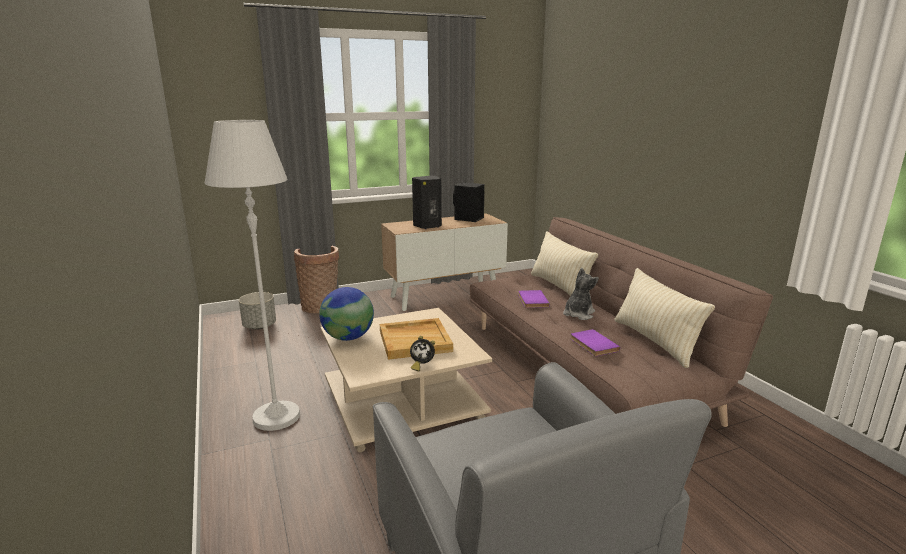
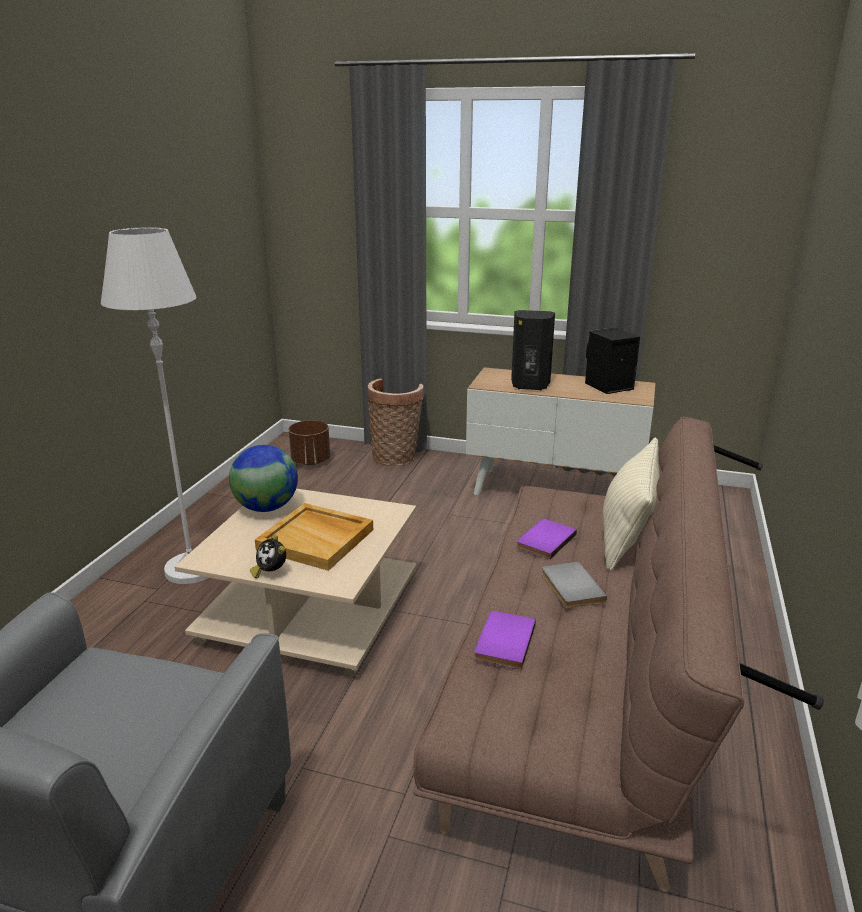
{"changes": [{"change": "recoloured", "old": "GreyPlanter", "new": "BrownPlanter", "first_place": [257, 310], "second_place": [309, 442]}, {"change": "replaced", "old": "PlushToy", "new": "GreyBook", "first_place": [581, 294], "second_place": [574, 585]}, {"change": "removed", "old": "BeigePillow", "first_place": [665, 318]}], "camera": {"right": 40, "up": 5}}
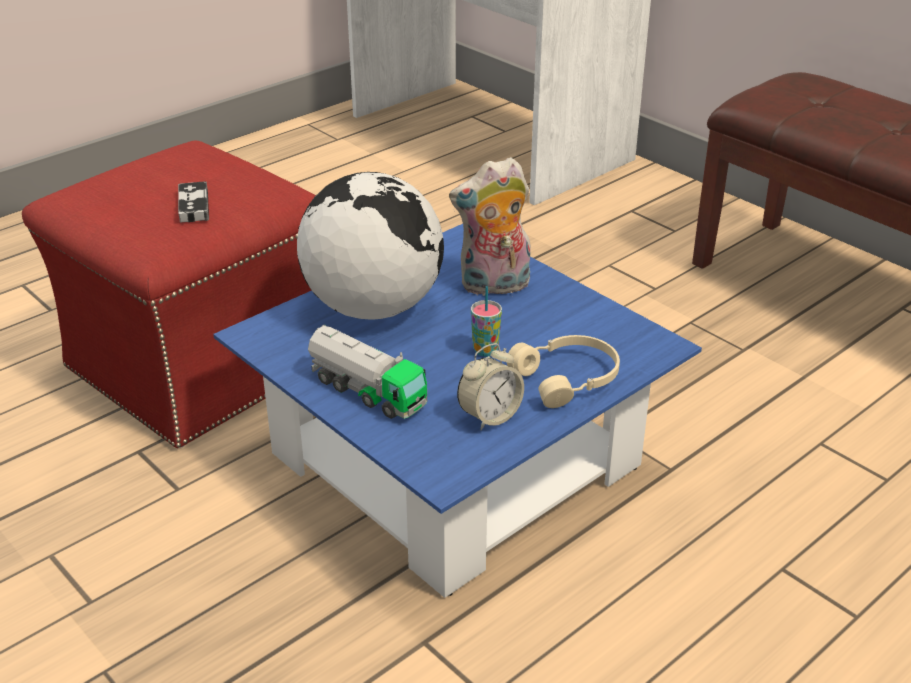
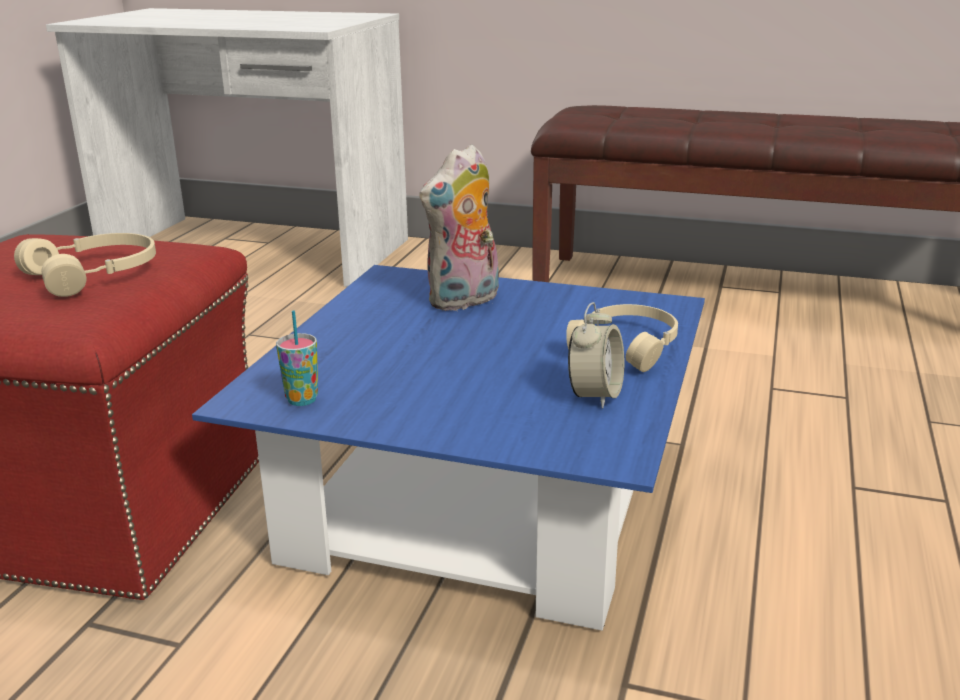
{"changes": [{"change": "replaced", "old": "GameController", "new": "BeigeHeadphones", "first_place": [193, 201], "second_place": [85, 265]}, {"change": "removed", "old": "Globe", "first_place": [370, 246]}, {"change": "removed", "old": "ToyTruck", "first_place": [367, 372]}, {"change": "moved", "old": "Cup", "first_place": [486, 321], "second_place": [297, 358]}], "camera": {"right": -30, "up": -10}}
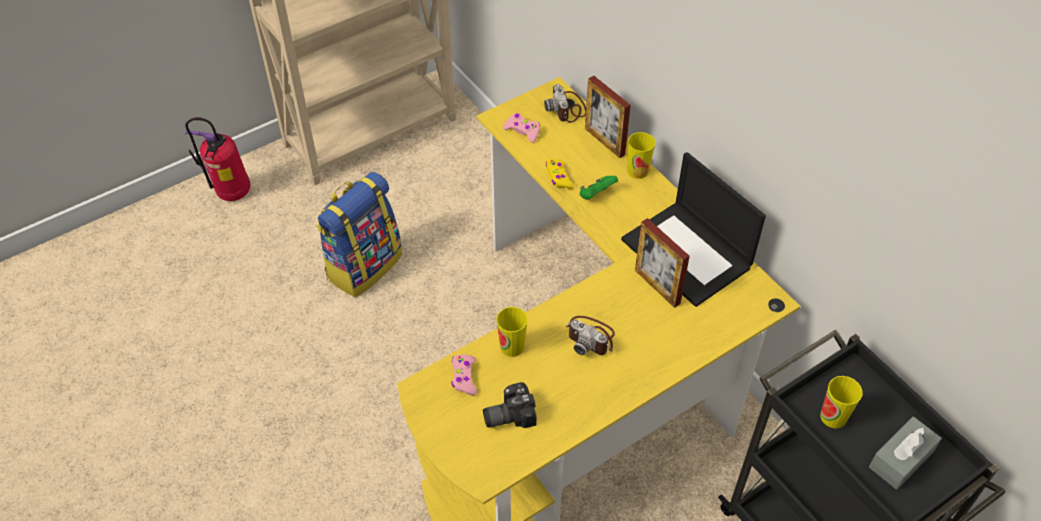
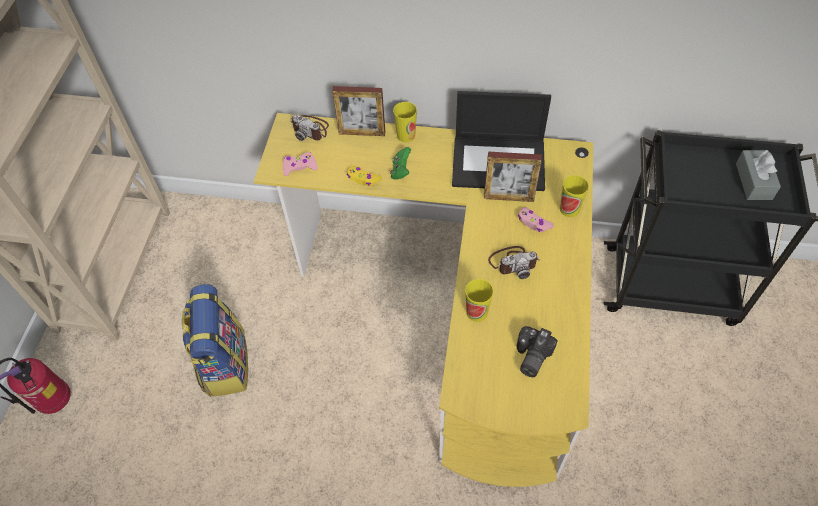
{"changes": [{"change": "moved", "old": "PinkGameController", "first_place": [464, 374], "second_place": [536, 219]}, {"change": "moved", "old": "Cup", "first_place": [841, 402], "second_place": [574, 196]}], "camera": {"right": -45, "up": 5}}
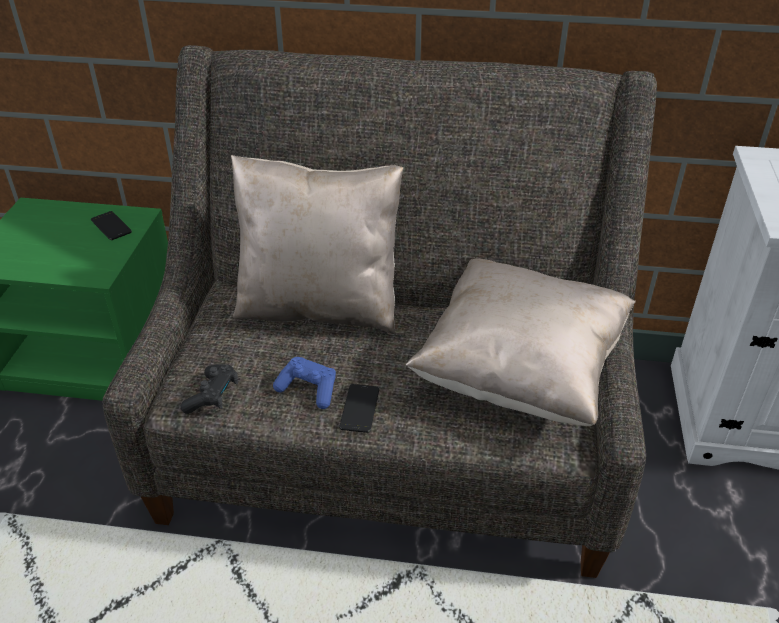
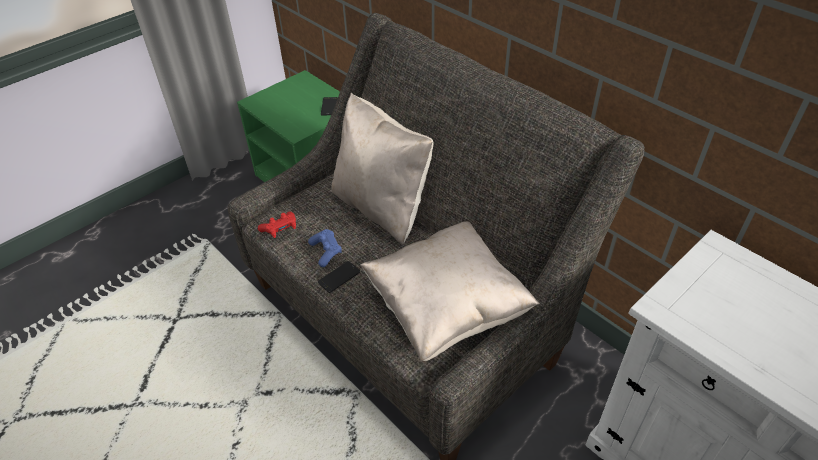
{"changes": [{"change": "recoloured", "old": "BlackGameController", "new": "RedGameController", "first_place": [209, 389], "second_place": [277, 225]}], "camera": {"right": 40, "up": 5}}
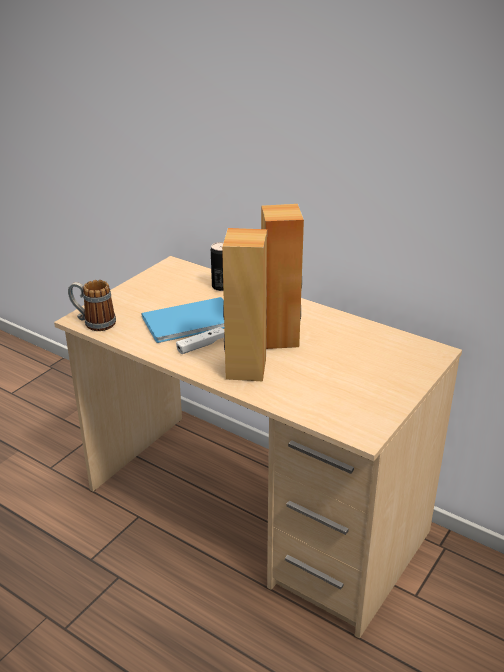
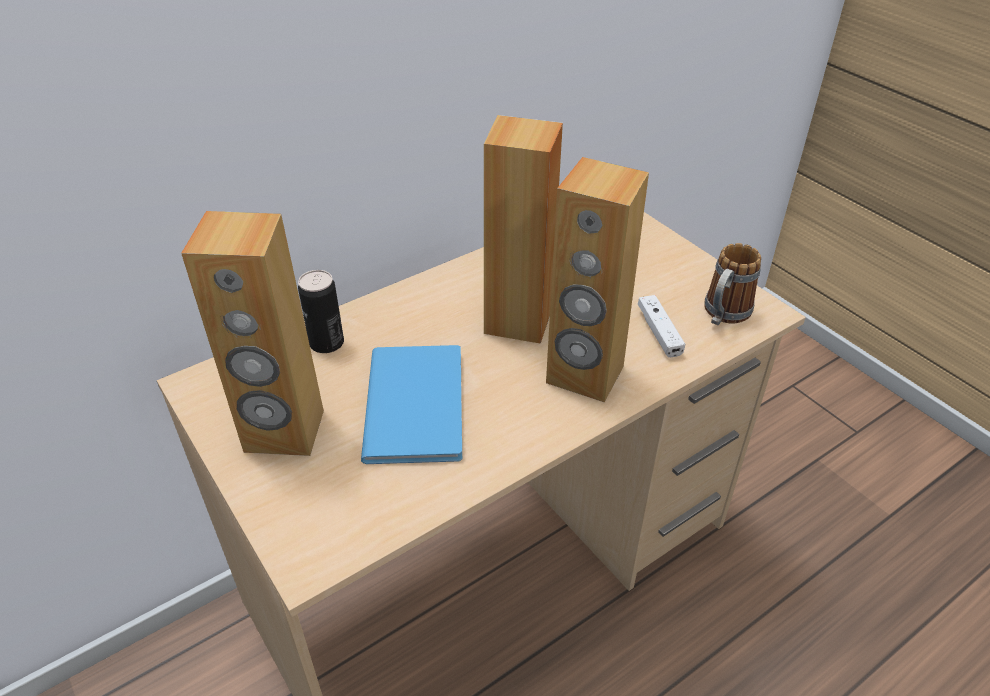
{"changes": [{"change": "moved", "old": "Mug", "first_place": [92, 305], "second_place": [732, 284]}, {"change": "moved", "old": "WhiteGameController", "first_place": [200, 340], "second_place": [661, 326]}, {"change": "added", "new": "BrownSpeaker", "second_place": [252, 333]}], "camera": {"right": -70, "up": 10}}
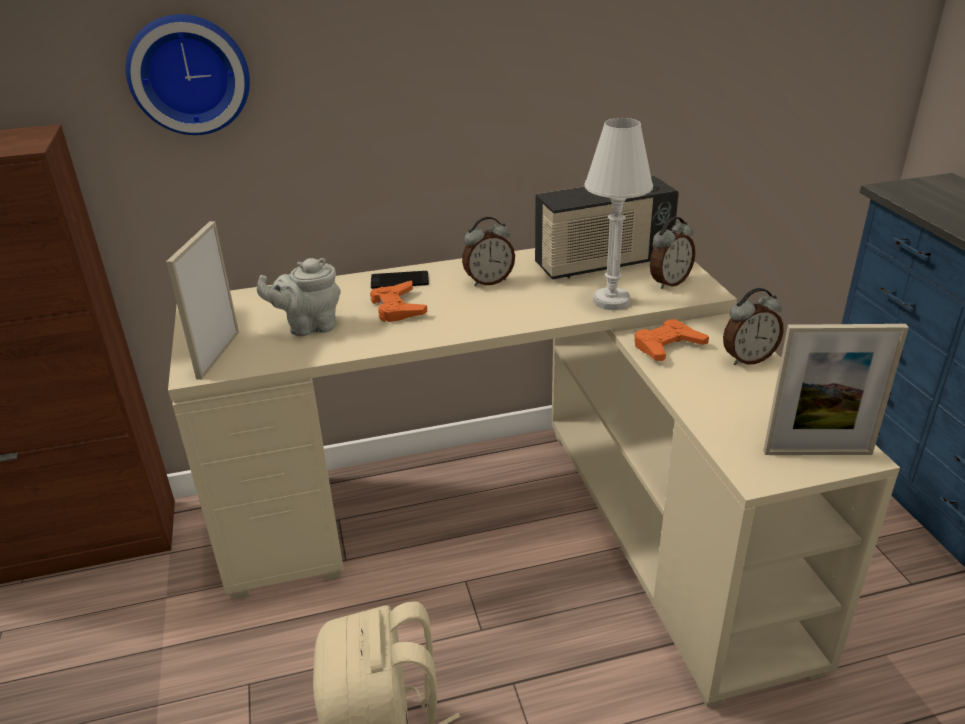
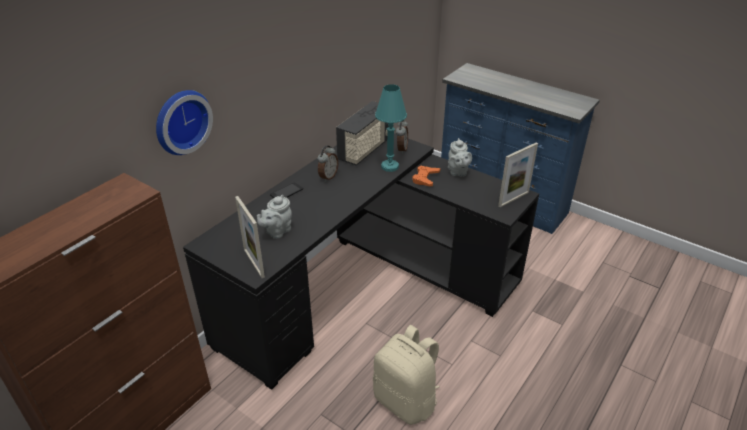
{"changes": [{"change": "recoloured", "old": "BeigeDesk", "new": "BlackDesk", "first_place": [534, 477], "second_place": [361, 262]}, {"change": "removed", "old": "OrangeGameController", "first_place": [398, 301]}, {"change": "recoloured", "old": "WhiteTableLamp", "new": "TurquoiseTableLamp", "first_place": [618, 214], "second_place": [391, 128]}, {"change": "replaced", "old": "AlarmClock", "new": "GreyTeapot", "first_place": [753, 326], "second_place": [460, 157]}], "camera": {"right": -40, "up": 5}}
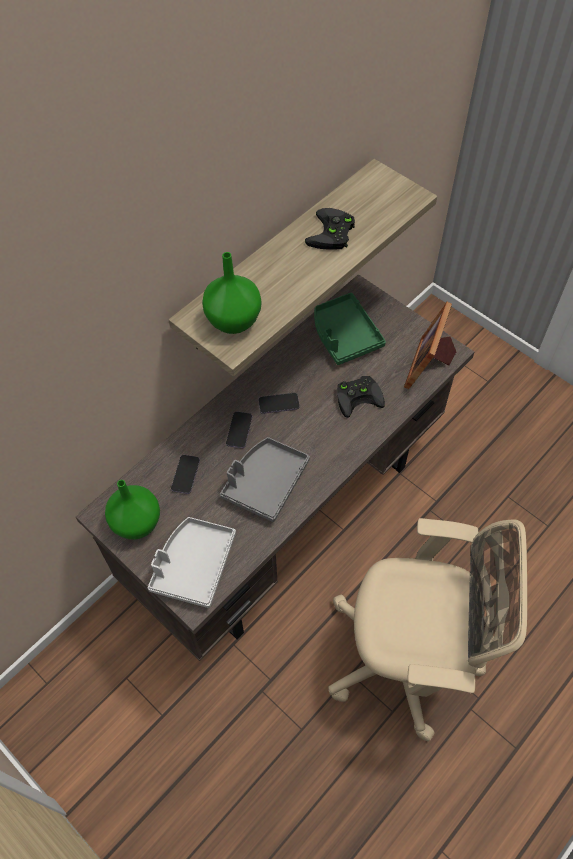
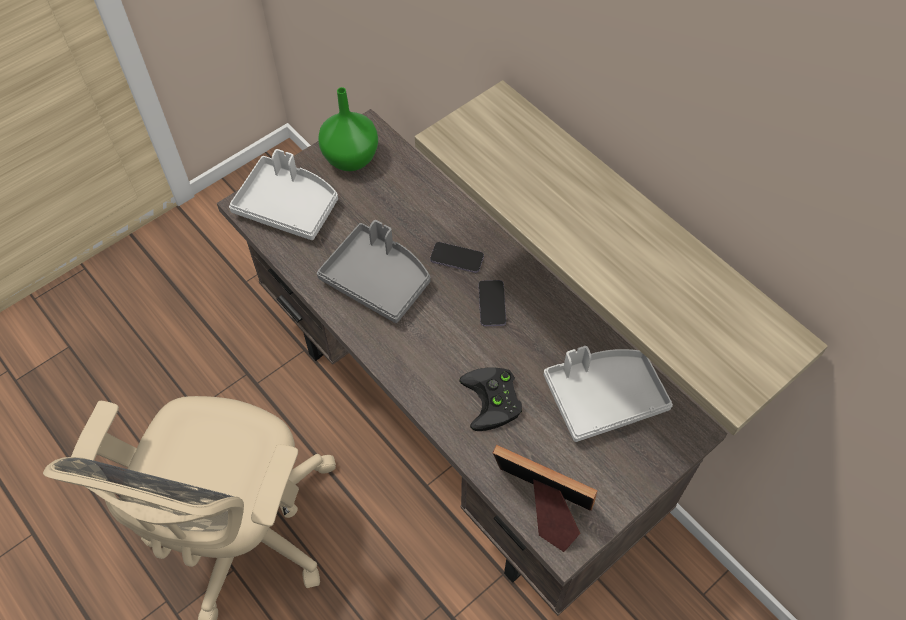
{"changes": [{"change": "removed", "old": "Phone", "first_place": [185, 474]}, {"change": "removed", "old": "GreenVase", "first_place": [231, 293]}, {"change": "removed", "old": "BlackGameController", "first_place": [330, 229]}, {"change": "recoloured", "old": "GreenTray", "new": "GreyTray", "first_place": [350, 329], "second_place": [608, 394]}], "camera": {"right": 95, "up": 0}}
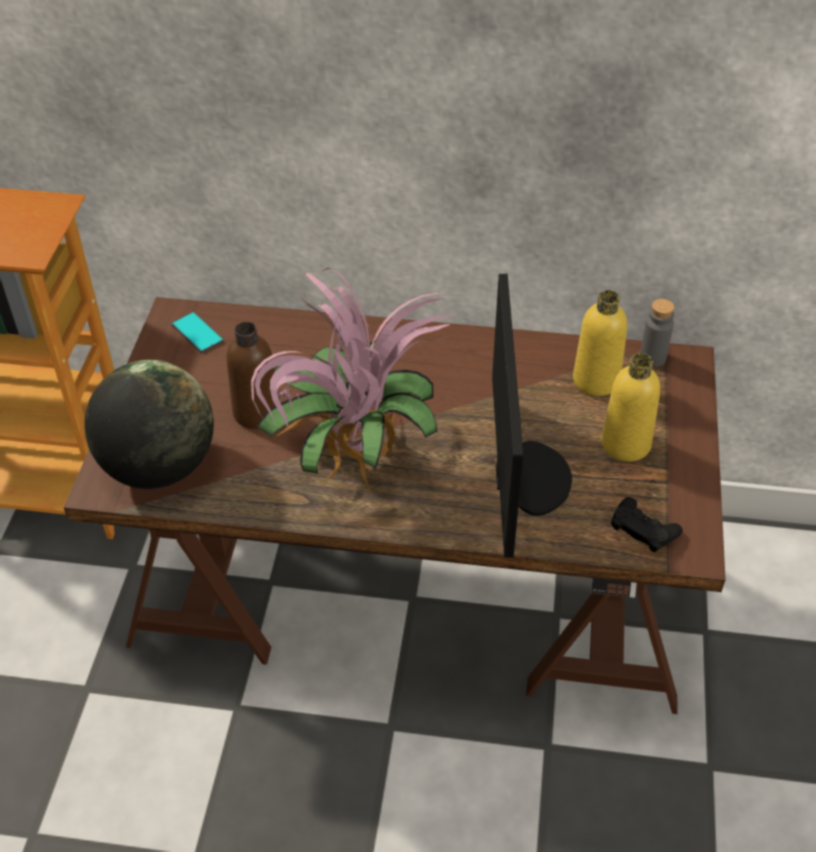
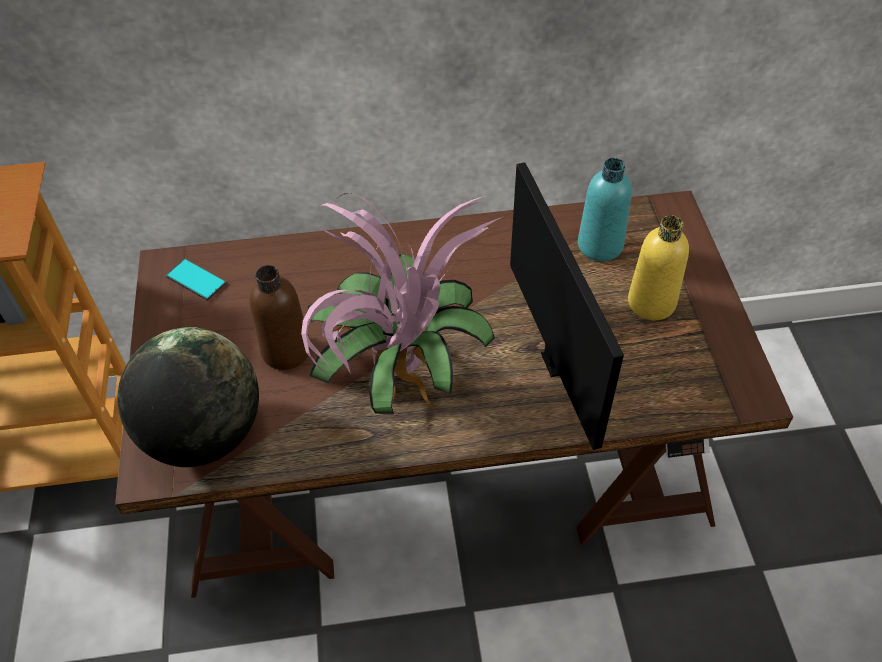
{"changes": [{"change": "recoloured", "old": "YellowBottle", "new": "TurquoiseBottle", "first_place": [600, 343], "second_place": [605, 209]}, {"change": "removed", "old": "BlackGameController", "first_place": [647, 524]}, {"change": "removed", "old": "GreyBottle", "first_place": [657, 333]}], "camera": {"right": -15, "up": 5}}
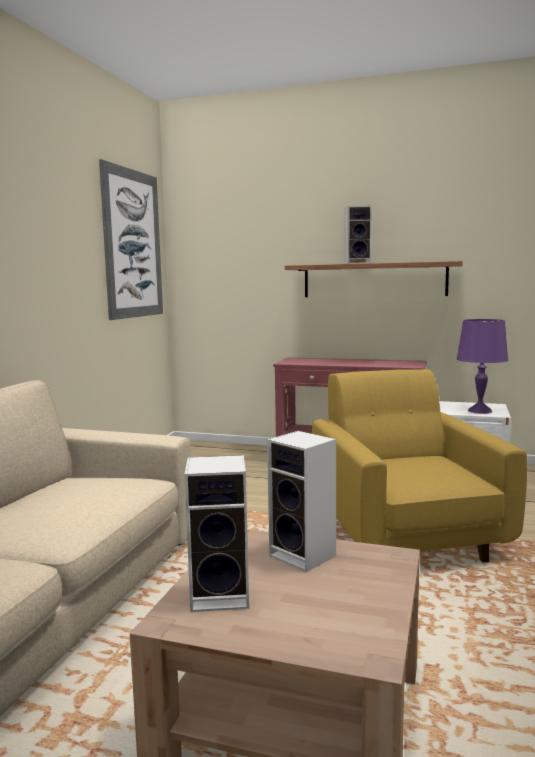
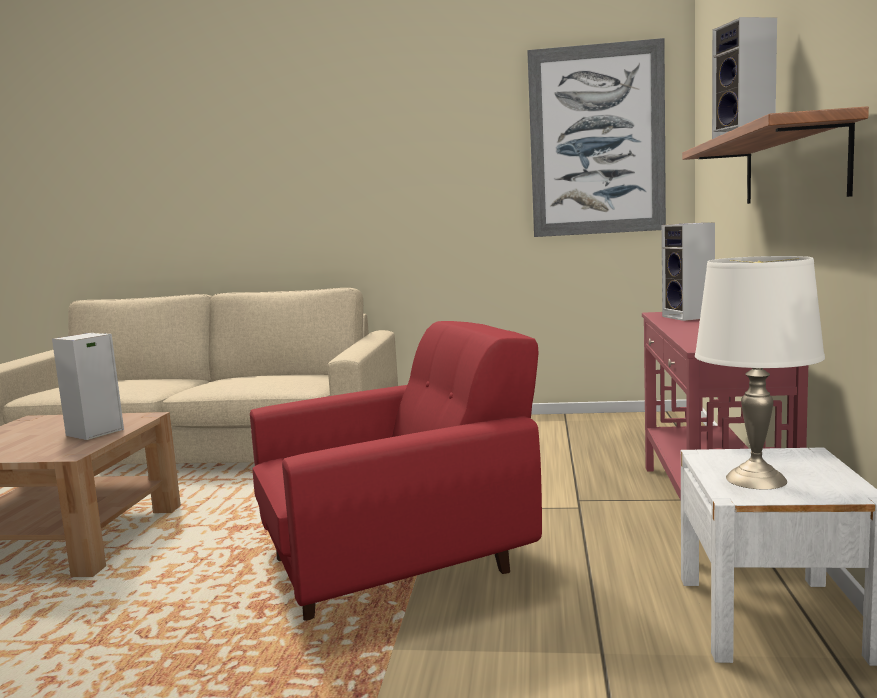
{"changes": [{"change": "moved", "old": "Speaker", "first_place": [217, 533], "second_place": [688, 271]}, {"change": "recoloured", "old": "YellowArmchair", "new": "RedArmchair", "first_place": [419, 466], "second_place": [396, 471]}, {"change": "recoloured", "old": "PurpleTableLamp", "new": "WhiteTableLamp", "first_place": [482, 366], "second_place": [760, 372]}], "camera": {"right": 80, "up": 0}}
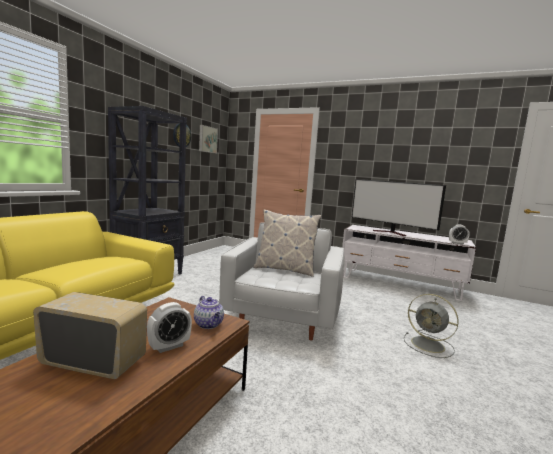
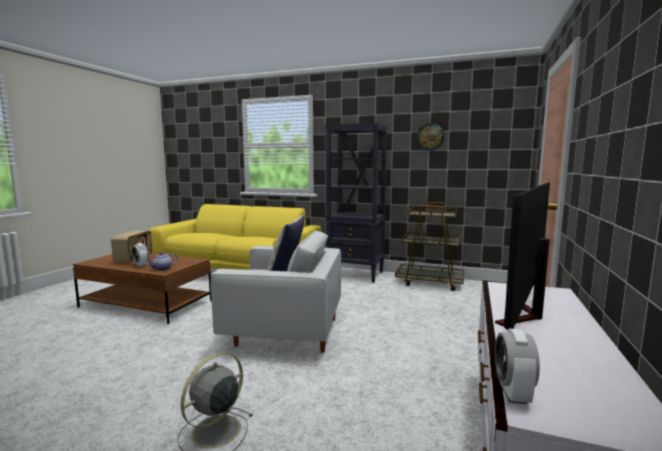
{"changes": [{"change": "removed", "old": "Picture", "first_place": [208, 139]}, {"change": "added", "new": "BrownCart", "second_place": [429, 246]}], "camera": {"right": 85, "up": 0}}
